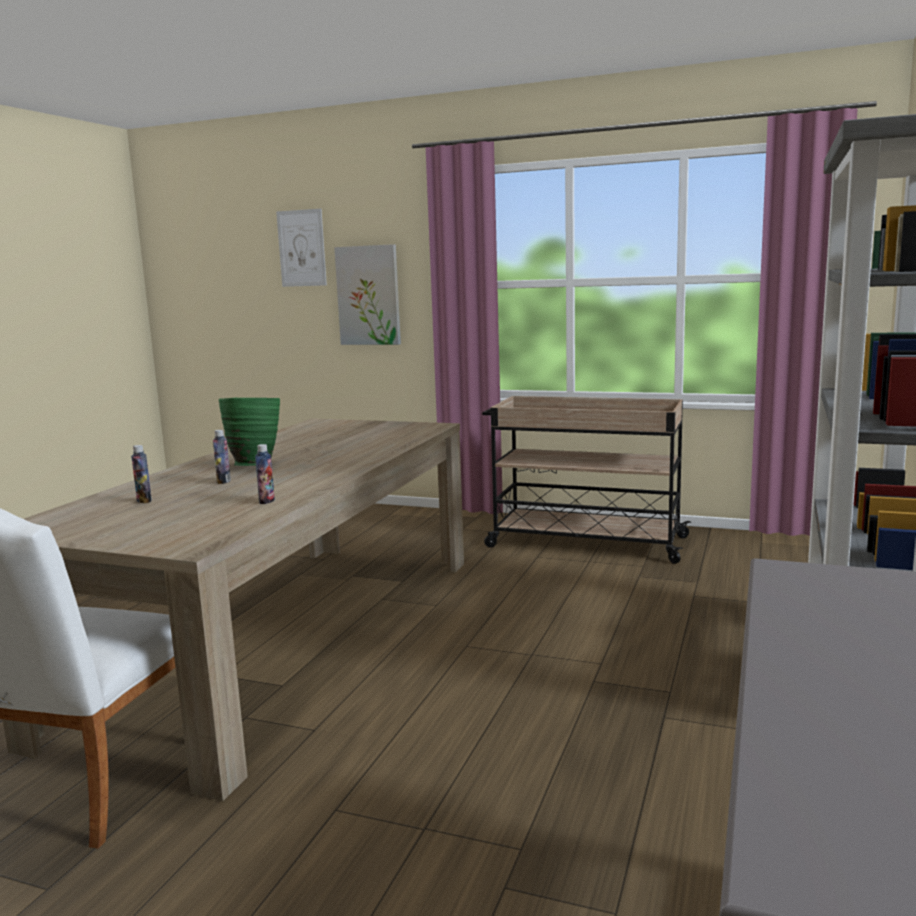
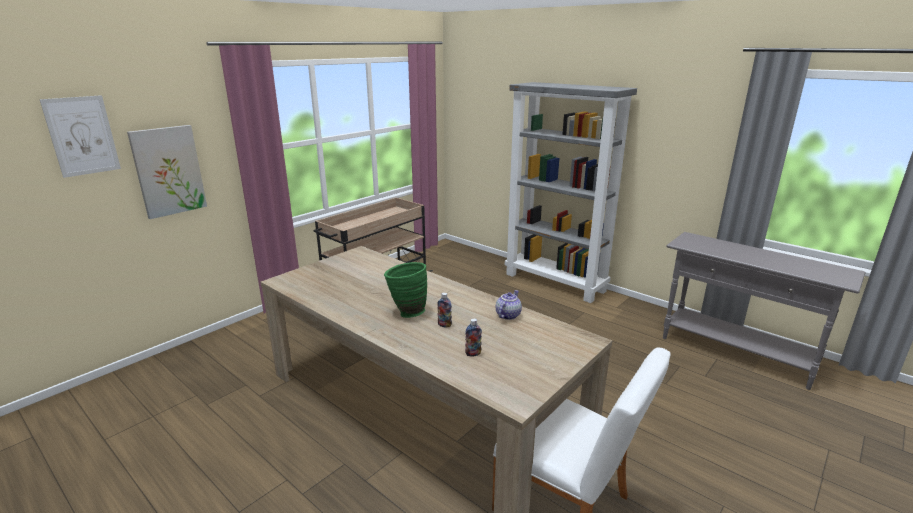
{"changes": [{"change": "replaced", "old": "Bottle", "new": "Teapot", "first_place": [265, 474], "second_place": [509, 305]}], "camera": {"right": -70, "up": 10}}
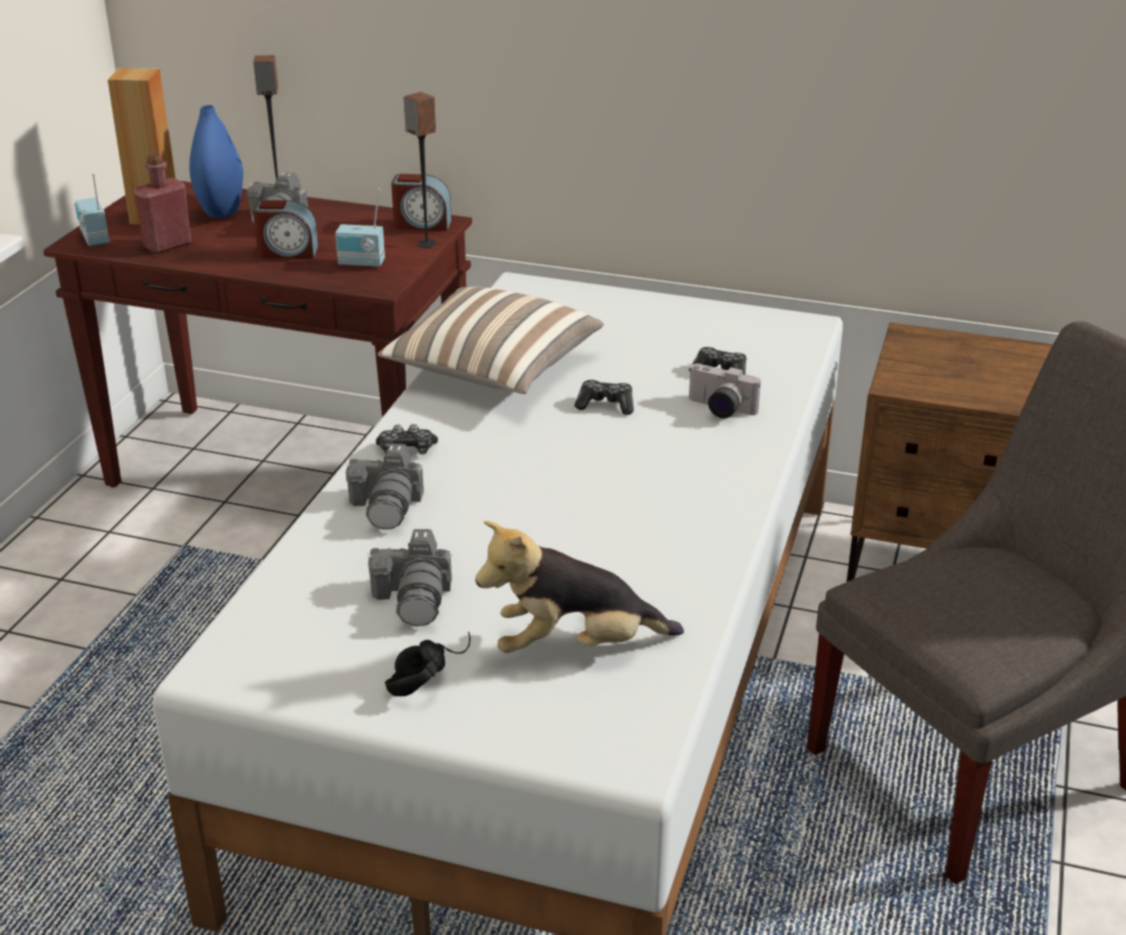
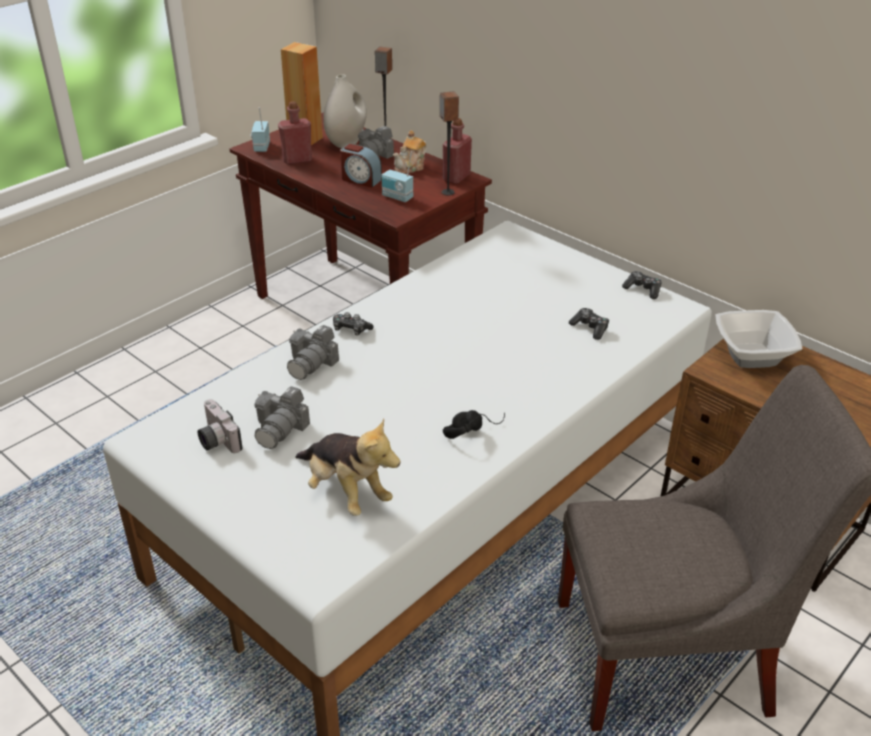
{"changes": [{"change": "recoloured", "old": "BlueVase", "new": "WhiteVase", "first_place": [216, 161], "second_place": [345, 111]}, {"change": "removed", "old": "Pillow", "first_place": [491, 340]}, {"change": "moved", "old": "BlackHeadphones", "first_place": [427, 664], "second_place": [474, 424]}, {"change": "replaced", "old": "AlarmClock", "new": "RedBottle", "first_place": [421, 202], "second_place": [457, 151]}, {"change": "turned", "old": "PlushToy", "first_place": [579, 587], "second_place": [347, 467], "degrees": -150}, {"change": "moved", "old": "GameController", "first_place": [604, 397], "second_place": [642, 285]}, {"change": "moved", "old": "PhotoCamera", "first_place": [725, 391], "second_place": [220, 426]}, {"change": "added", "new": "Teapot", "second_place": [410, 152]}, {"change": "added", "new": "Bowl", "second_place": [759, 339]}], "camera": {"right": 25, "up": 5}}
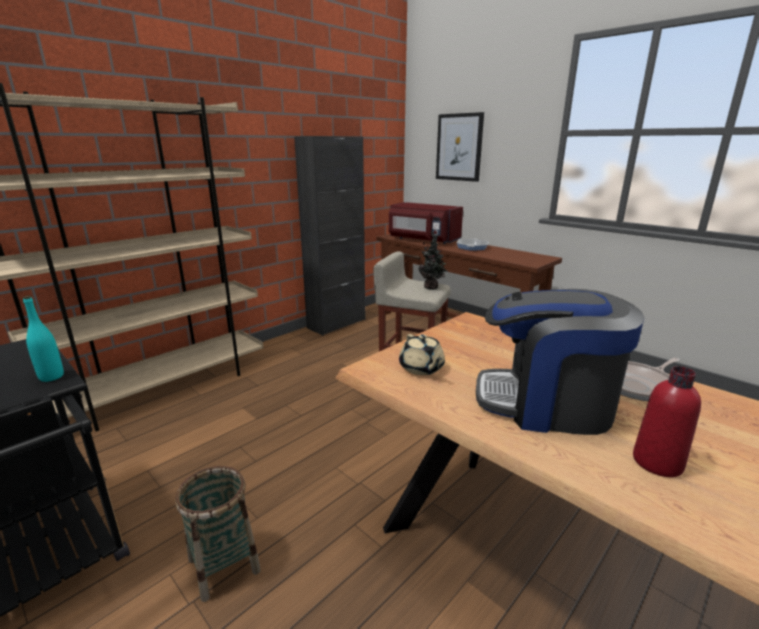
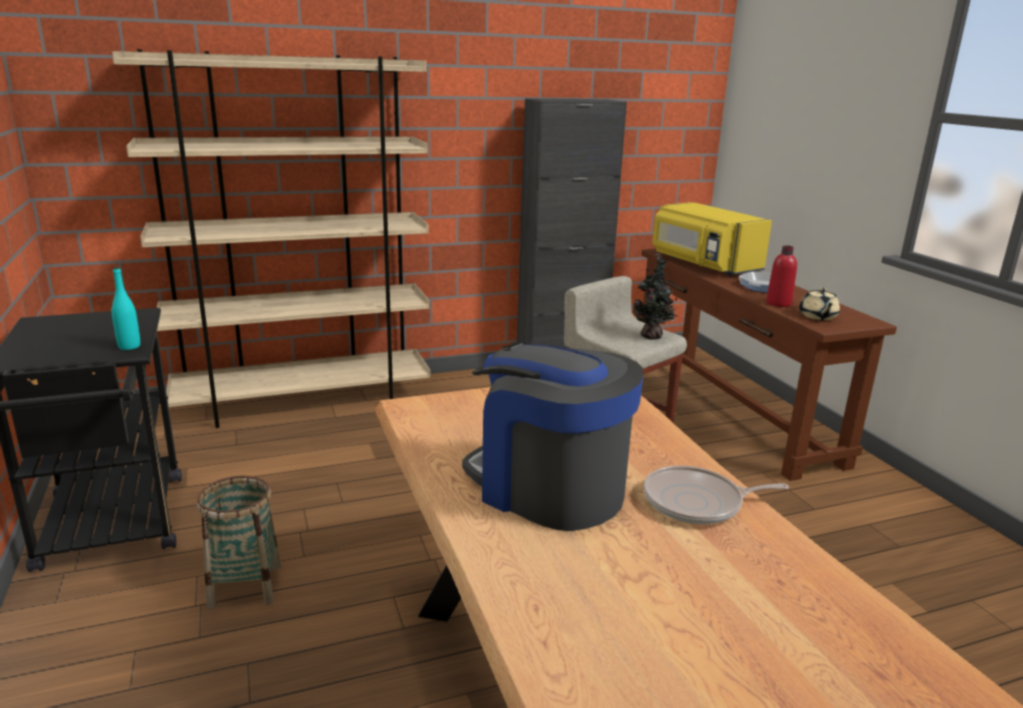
{"changes": [{"change": "recoloured", "old": "RedMicrowave", "new": "YellowMicrowave", "first_place": [426, 223], "second_place": [712, 239]}, {"change": "moved", "old": "BeigeTeapot", "first_place": [422, 354], "second_place": [819, 304]}, {"change": "removed", "old": "Picture", "first_place": [460, 147]}, {"change": "moved", "old": "RedBottle", "first_place": [667, 421], "second_place": [781, 276]}], "camera": {"right": 25, "up": 0}}
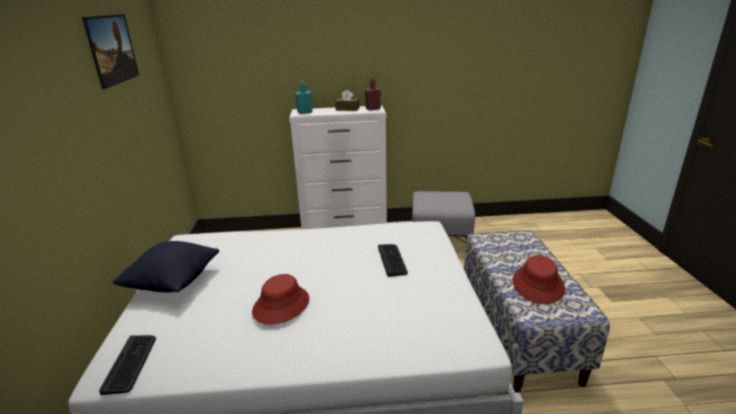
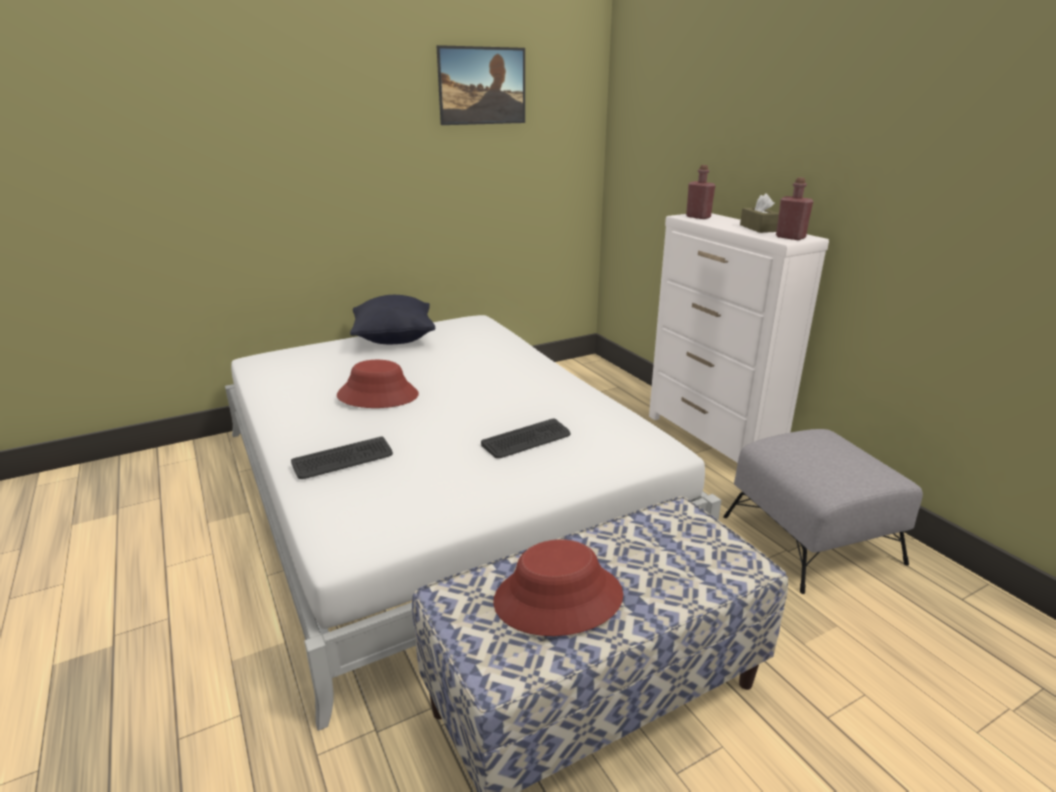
{"changes": [{"change": "moved", "old": "Keyboard", "first_place": [127, 365], "second_place": [342, 458]}, {"change": "recoloured", "old": "TurquoiseBottle", "new": "RedBottle", "first_place": [303, 97], "second_place": [700, 192]}], "camera": {"right": 65, "up": 0}}
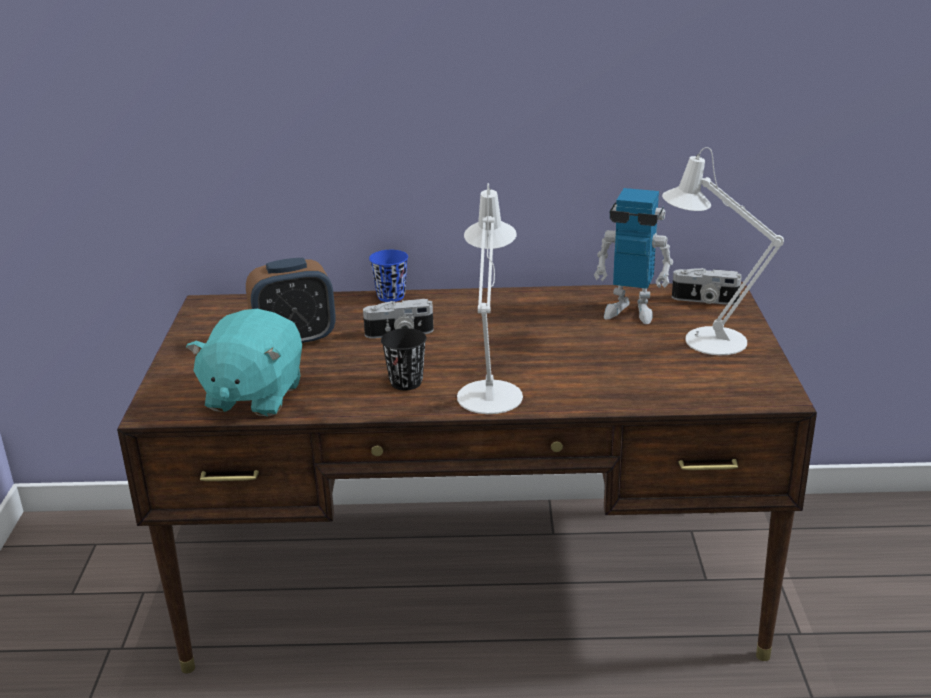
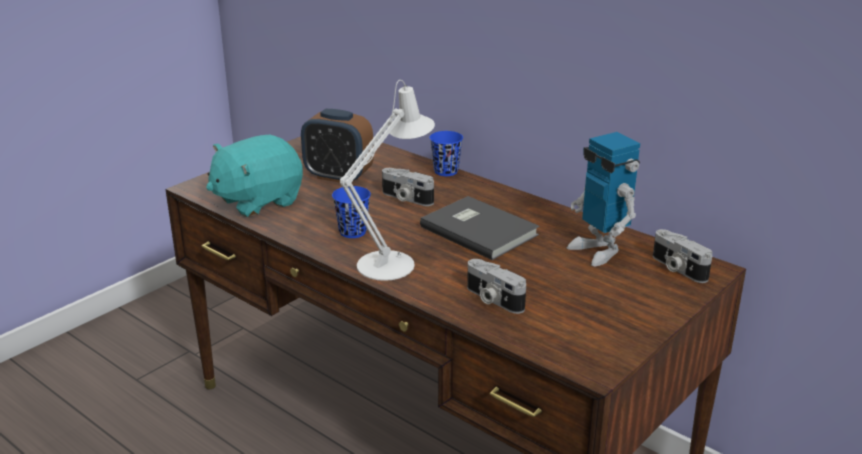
{"changes": [{"change": "recoloured", "old": "BlackCup", "new": "BlueCup", "first_place": [404, 359], "second_place": [351, 212]}, {"change": "removed", "old": "WhiteTableLamp", "first_place": [723, 251]}, {"change": "added", "new": "GreyBook", "second_place": [479, 228]}, {"change": "added", "new": "PhotoCamera", "second_place": [496, 286]}], "camera": {"right": 40, "up": 0}}
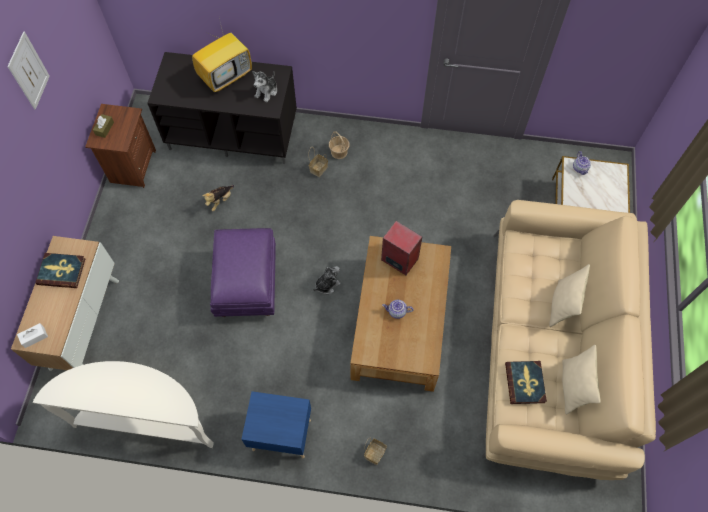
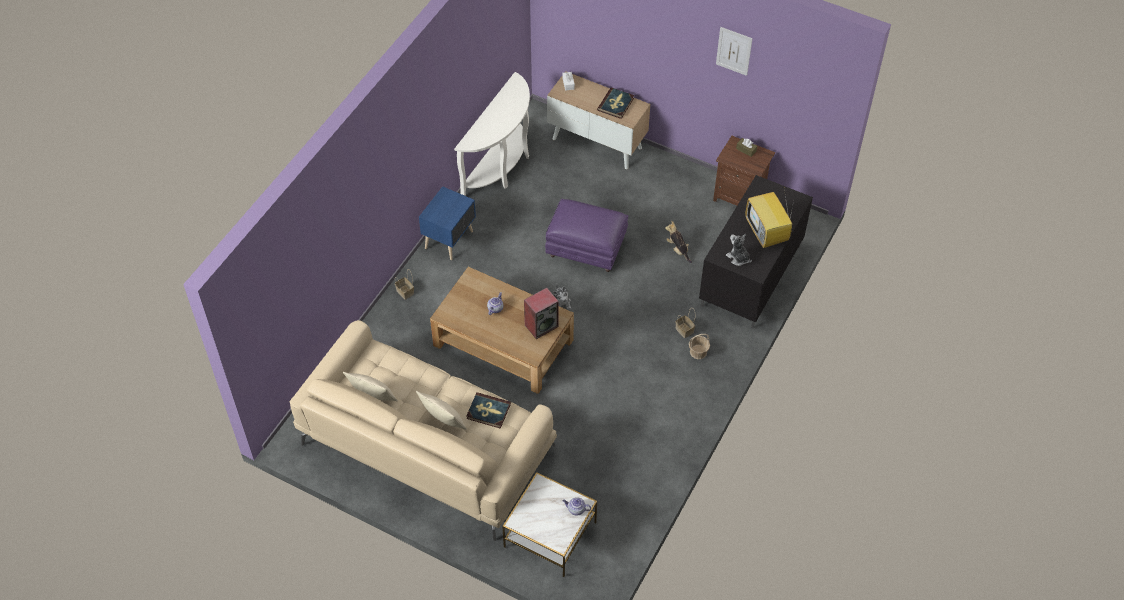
{"changes": [{"change": "moved", "old": "Book", "first_place": [526, 382], "second_place": [488, 410]}], "camera": {"right": 110, "up": -10}}
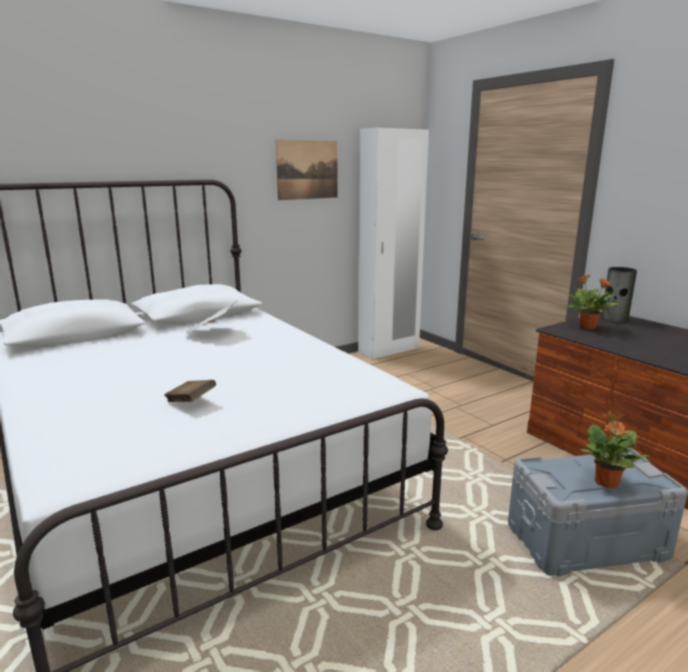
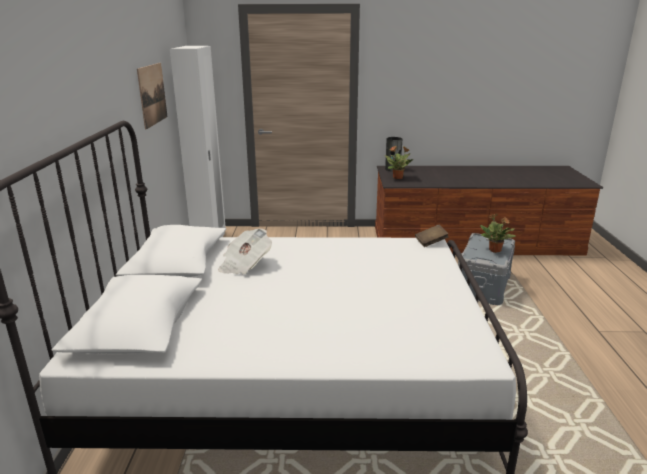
{"changes": [{"change": "moved", "old": "BrownBook", "first_place": [190, 391], "second_place": [431, 235]}], "camera": {"right": -55, "up": 5}}
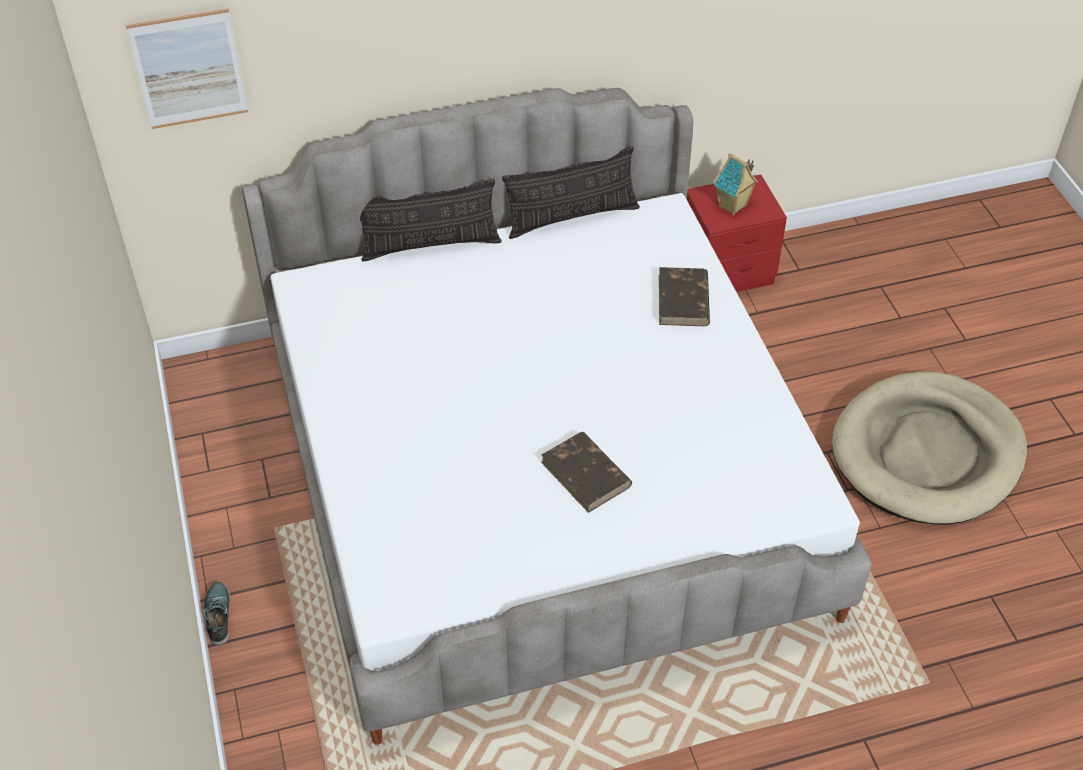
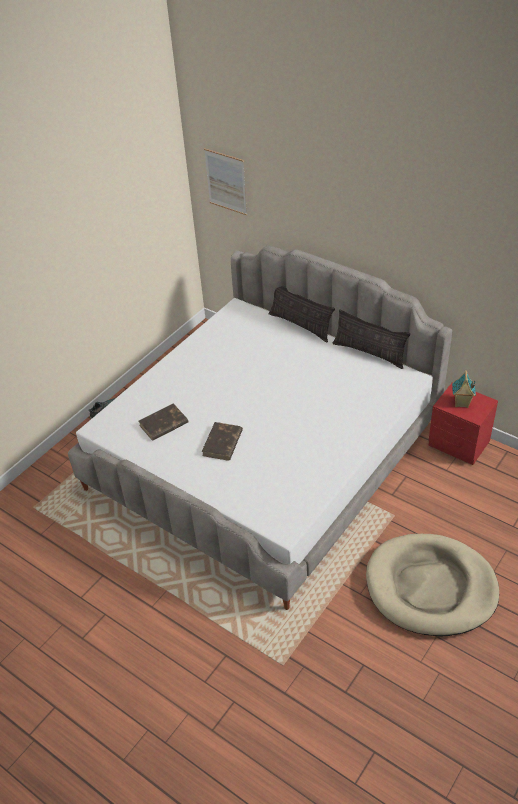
{"changes": [{"change": "moved", "old": "BrownBook", "first_place": [684, 296], "second_place": [163, 422]}], "camera": {"right": 55, "up": -5}}
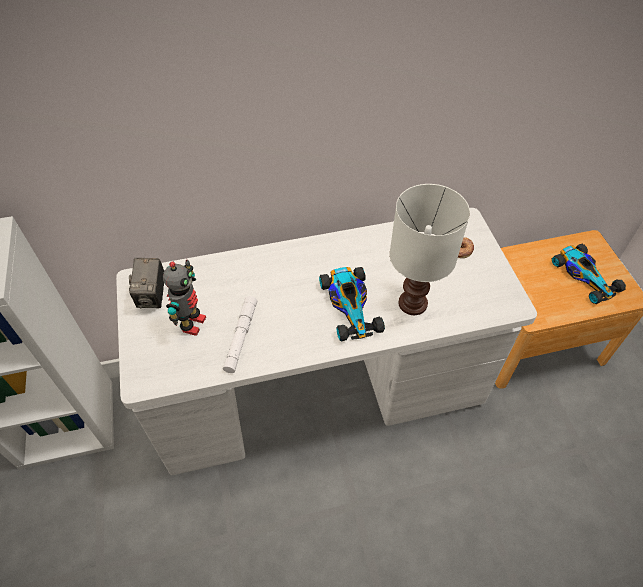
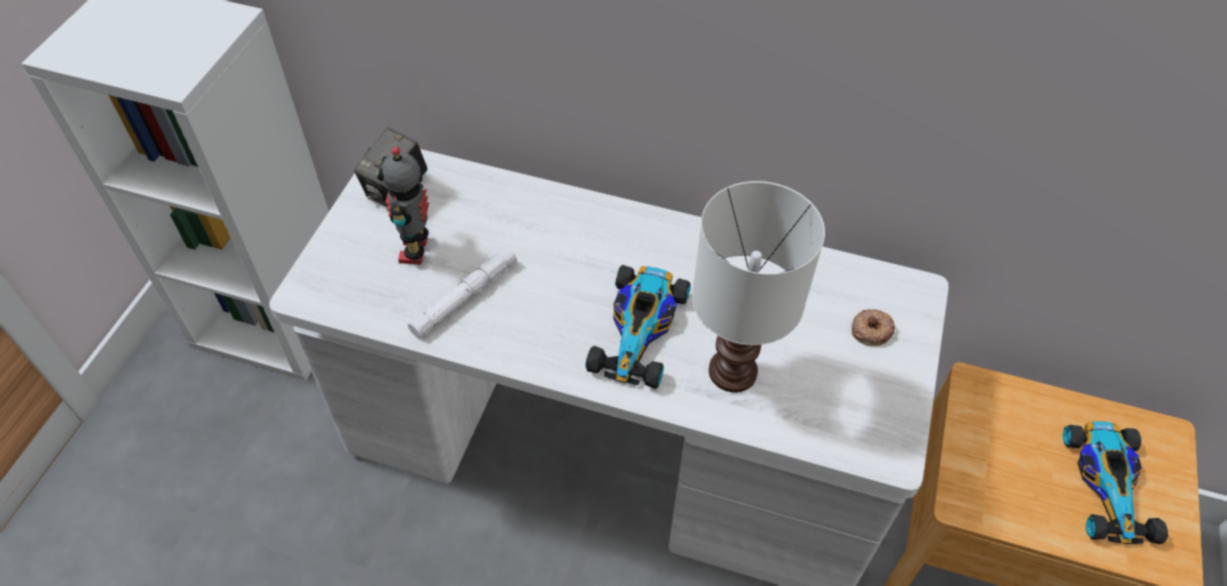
{"changes": [{"change": "turned", "old": "ToyRobot", "first_place": [184, 298], "second_place": [403, 206], "degrees": 135}], "camera": {"right": 30, "up": 0}}
